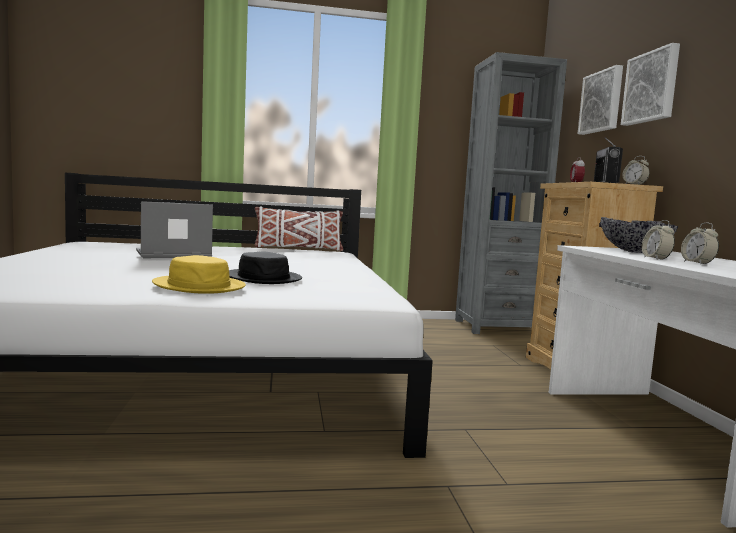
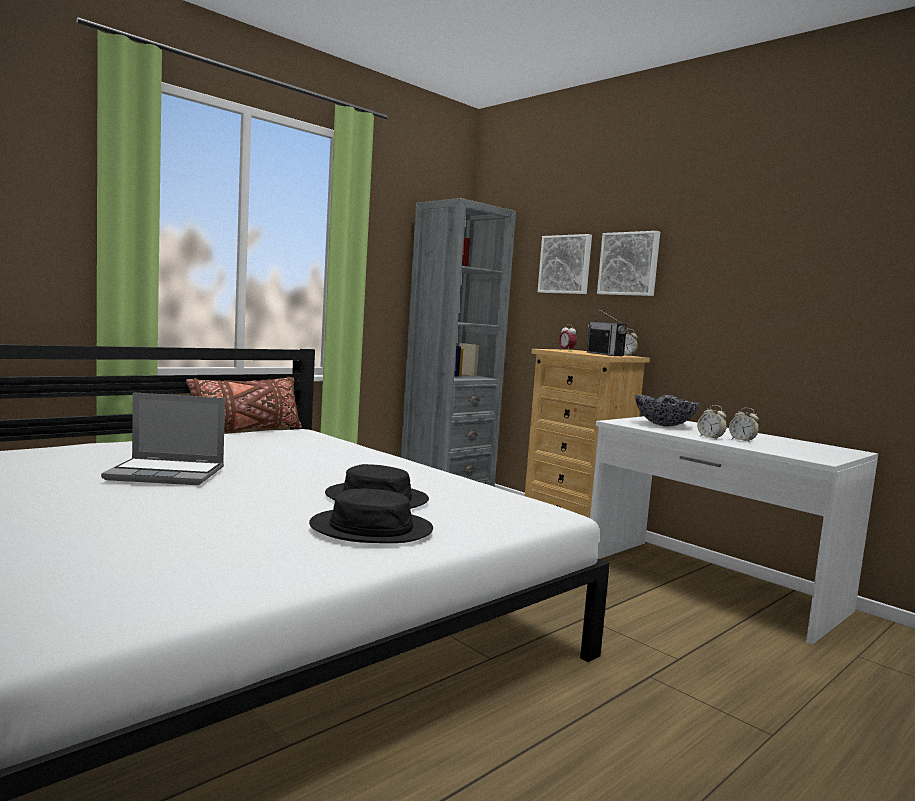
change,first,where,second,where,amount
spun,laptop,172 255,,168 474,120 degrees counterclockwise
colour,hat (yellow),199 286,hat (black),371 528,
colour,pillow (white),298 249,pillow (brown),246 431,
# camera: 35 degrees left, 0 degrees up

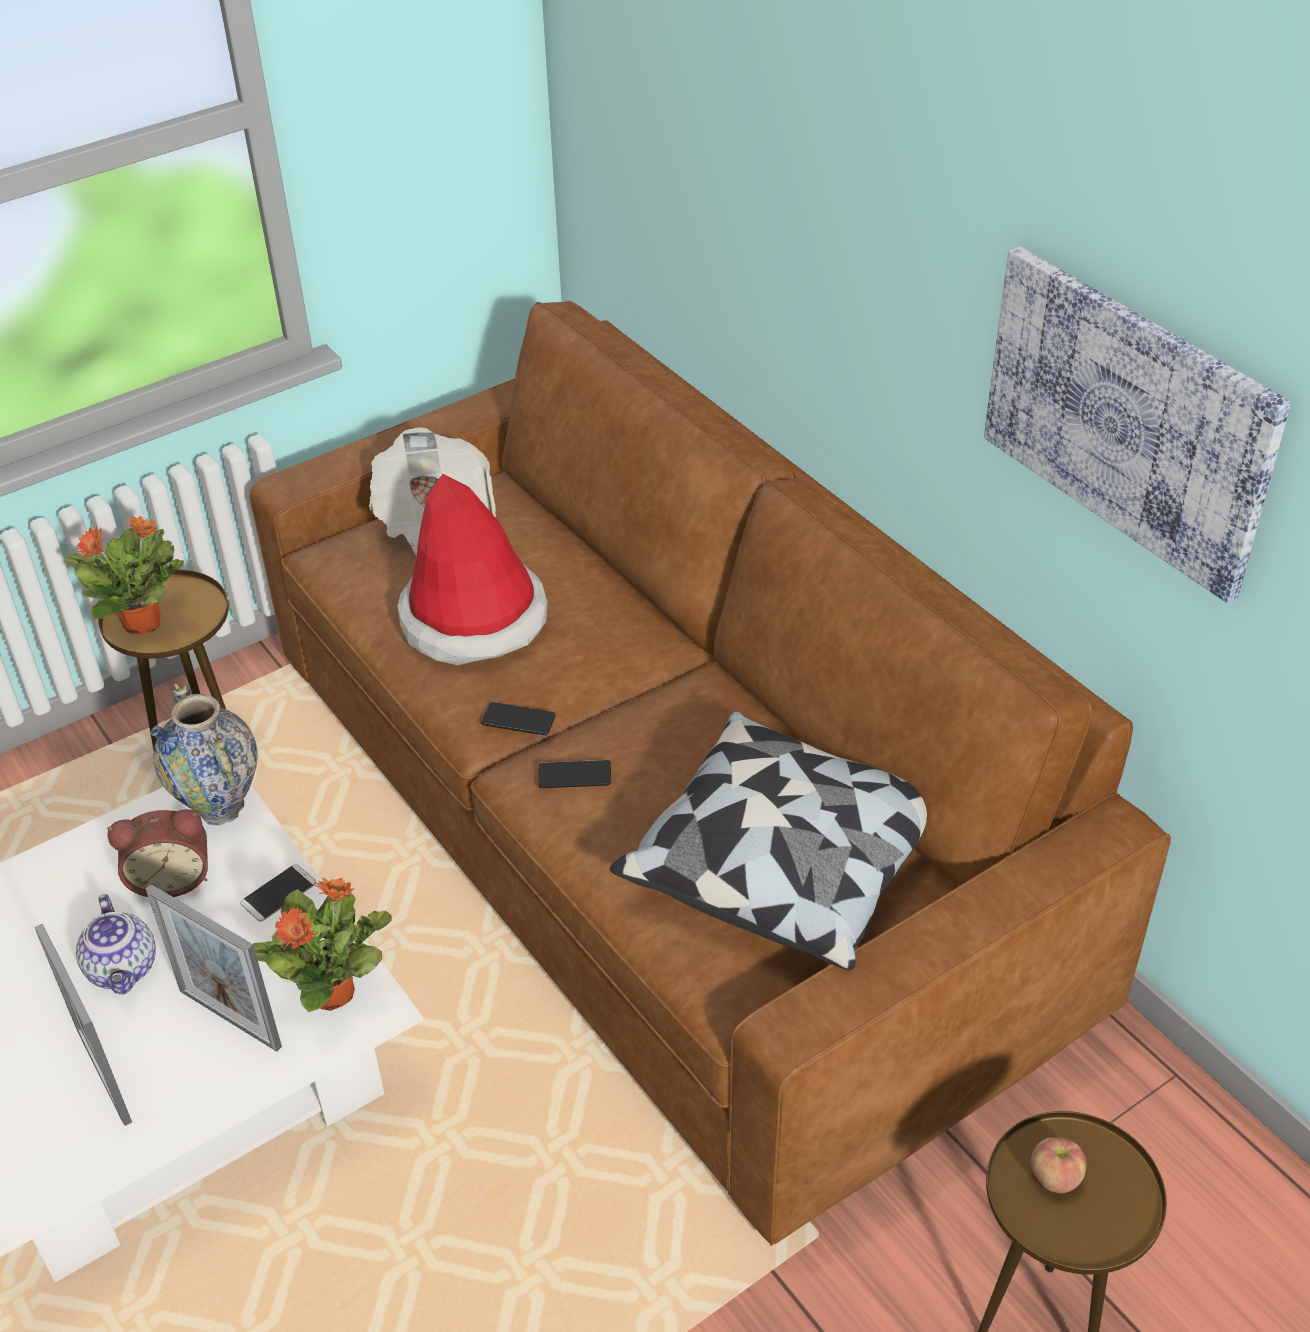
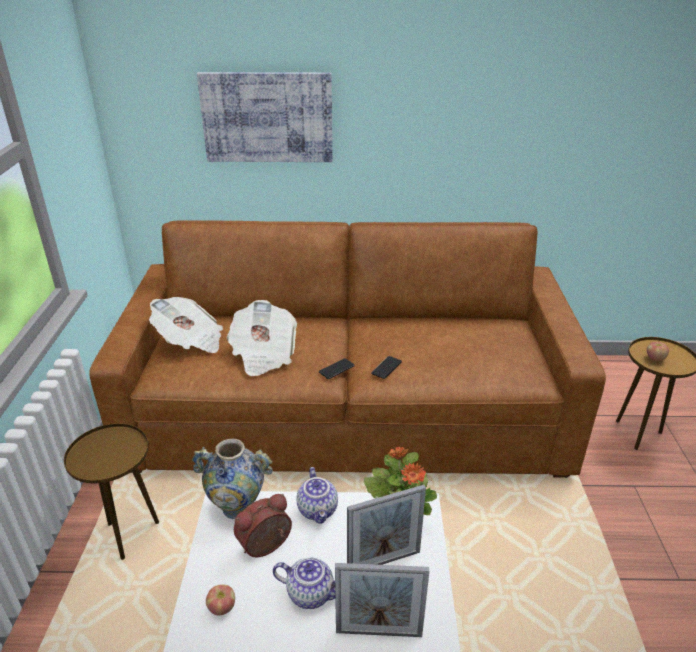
change,first,where,second,where,amount
missing,potted plant,144 622,,,
spun,alarm clock,171 878,,266 547,150 degrees counterclockwise
exchanged,phone,278 893,teapot,318 510,
exchanged,hat,474 619,newspaper,263 354,
missing,pillow,783 863,,,
relocated,picture,1128 418,,267 117,
appeared,,,apple,222 608,
# camera: 55 degrees left, 10 degrees down

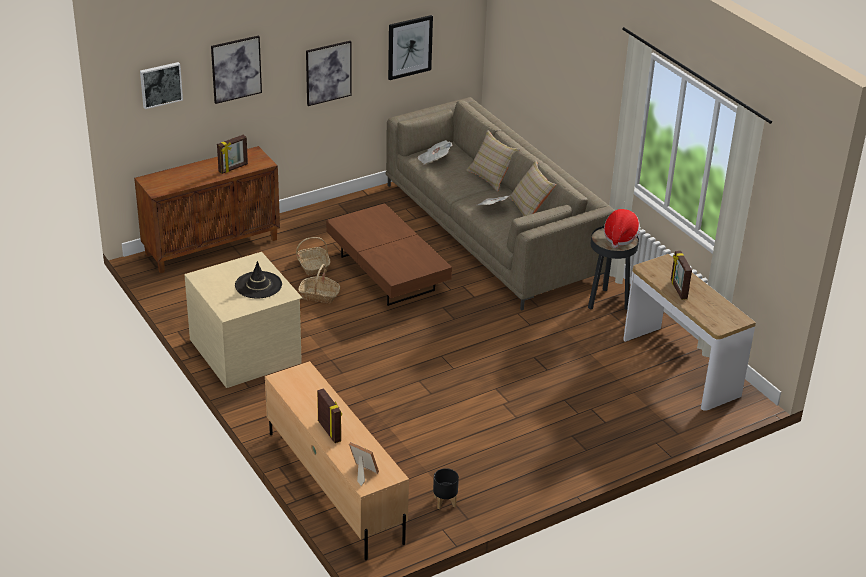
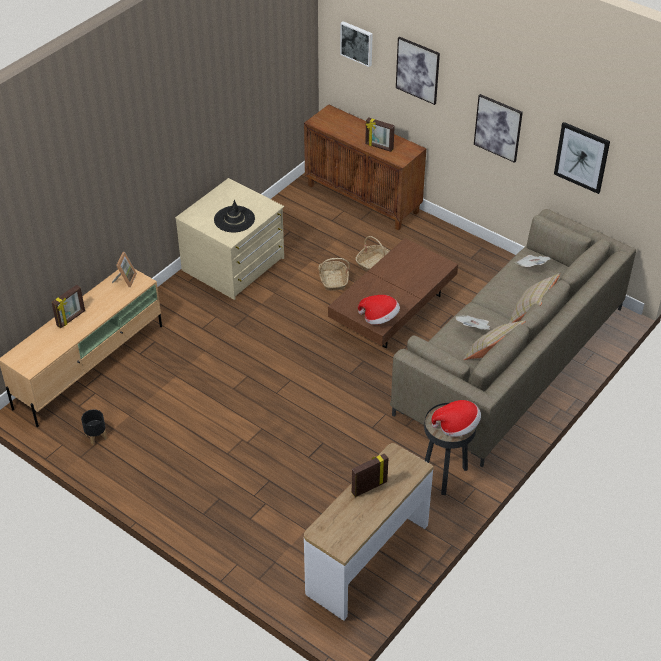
change,first,where,second,where,amount
relocated,picture frame,362 473,,125 279,
appeared,,,hat,379 318,
# camera: 70 degrees right, 10 degrees up

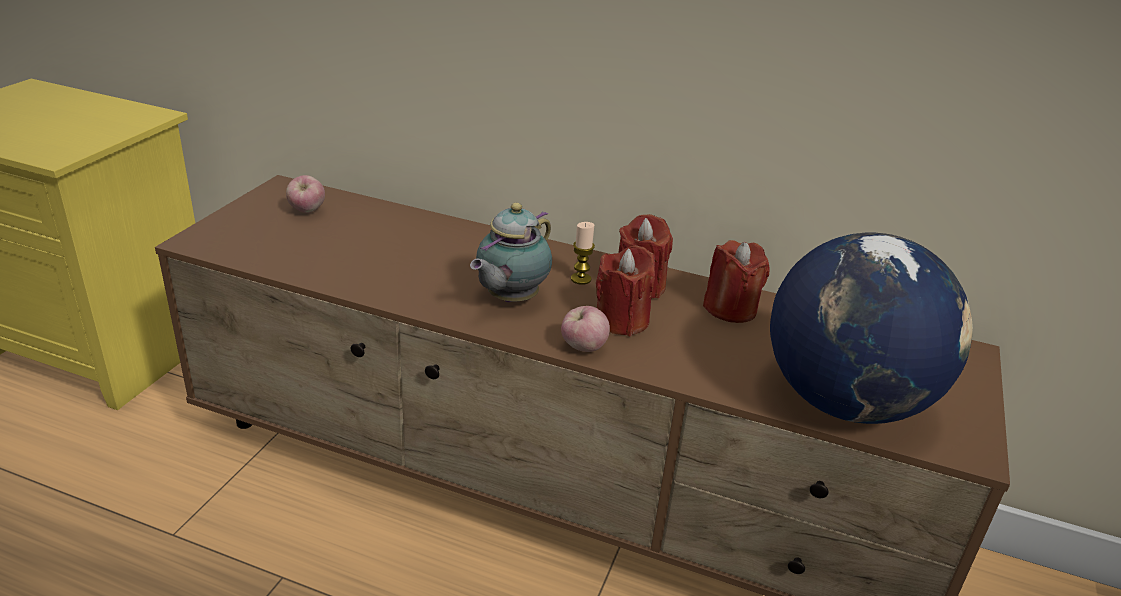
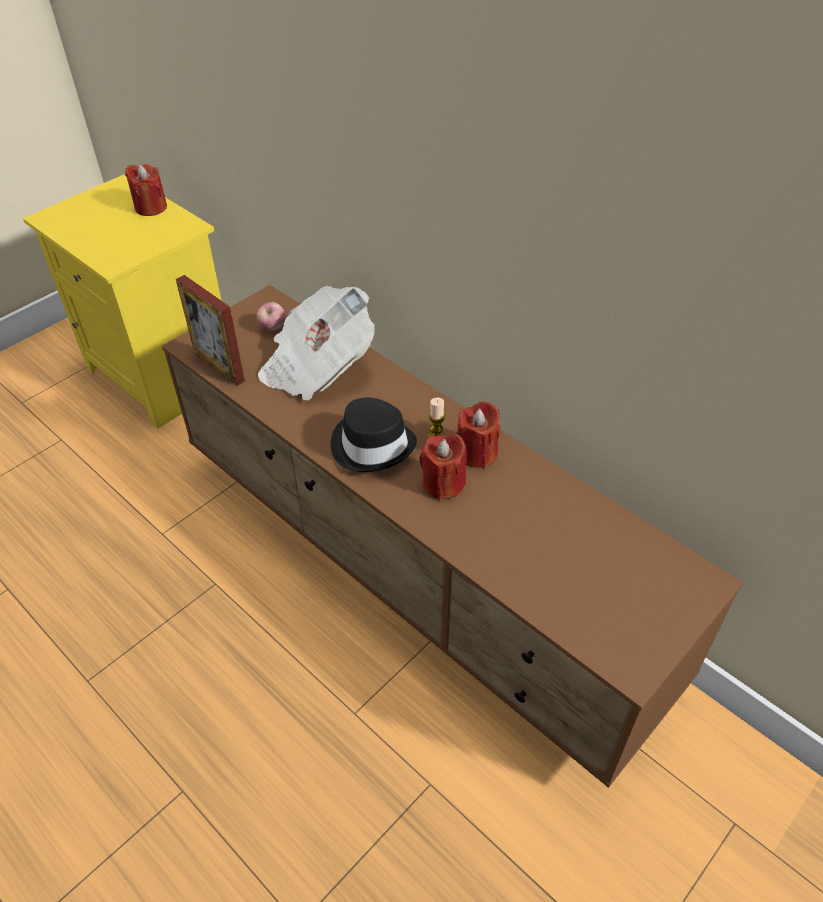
change,first,where,second,where,amount
exchanged,teapot,509 299,hat (black),372 445,
missing,apple,583 348,,,
relocated,candle (red),730 309,,151 207,
missing,globe,846 401,,,
appeared,,,picture frame,219 366,
appeared,,,newspaper,317 366,
# camera: 25 degrees right, 15 degrees up

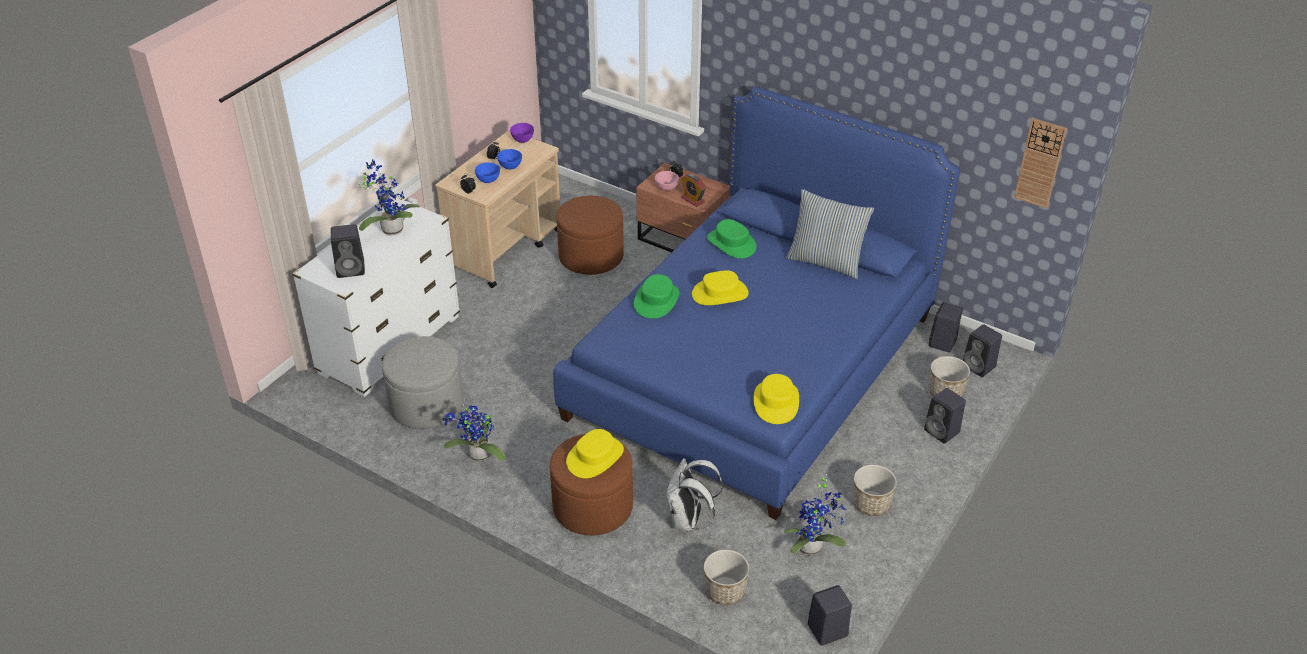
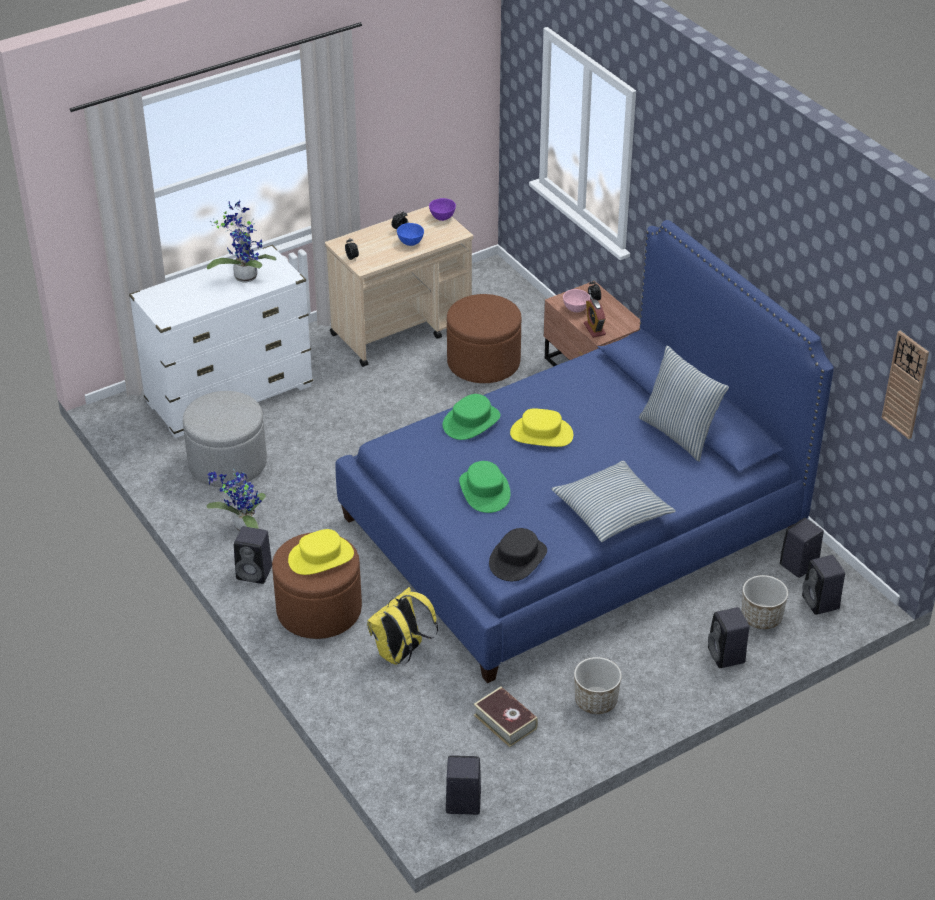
change,first,where,second,where,amount
relocated,speaker (black),352 269,,255 573,
missing,bowl (blue),488 180,,,
colour,backpack (white),688 520,backpack (yellow),401 654,
missing,planter,724 591,,,
relocated,hat (green),731 243,,485 491,
colour,hat (yellow),776 402,hat (black),517 559,
exchanged,potted plant,813 547,book,505 722,
appeared,,,pillow,611 510,
# camera: 25 degrees right, 0 degrees up

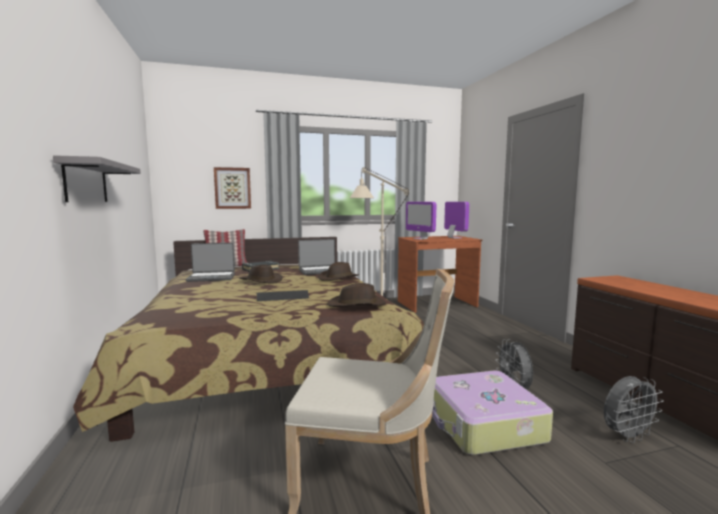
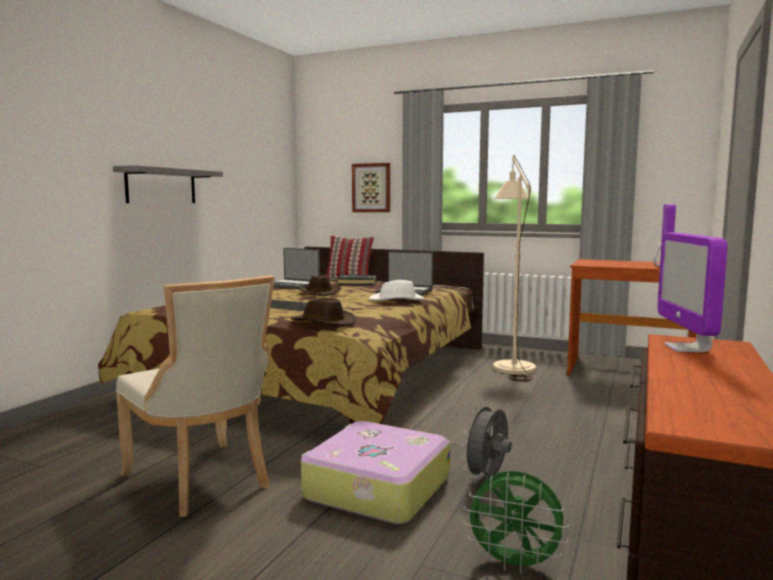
change,first,where,second,where,amount
colour,hat (brown),338 278,hat (white),397 300,
relocated,monitor,420 238,,687 348,
colour,fan (grey),627 436,fan (green),515 564,
# camera: 40 degrees right, 0 degrees up

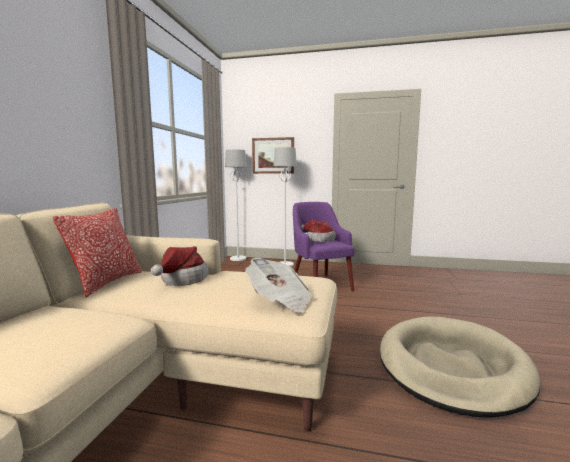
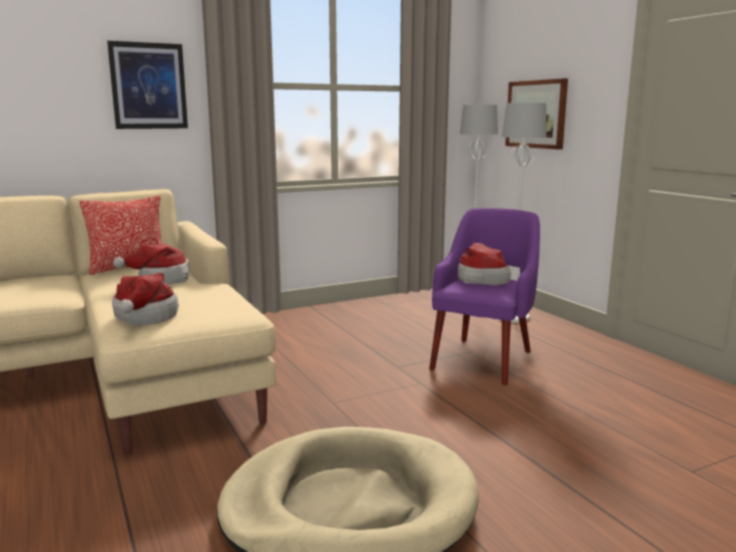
change,first,where,second,where,amount
exchanged,newspaper,280 301,hat,144 317,
appeared,,,picture,148 86,
# camera: 50 degrees right, 5 degrees up

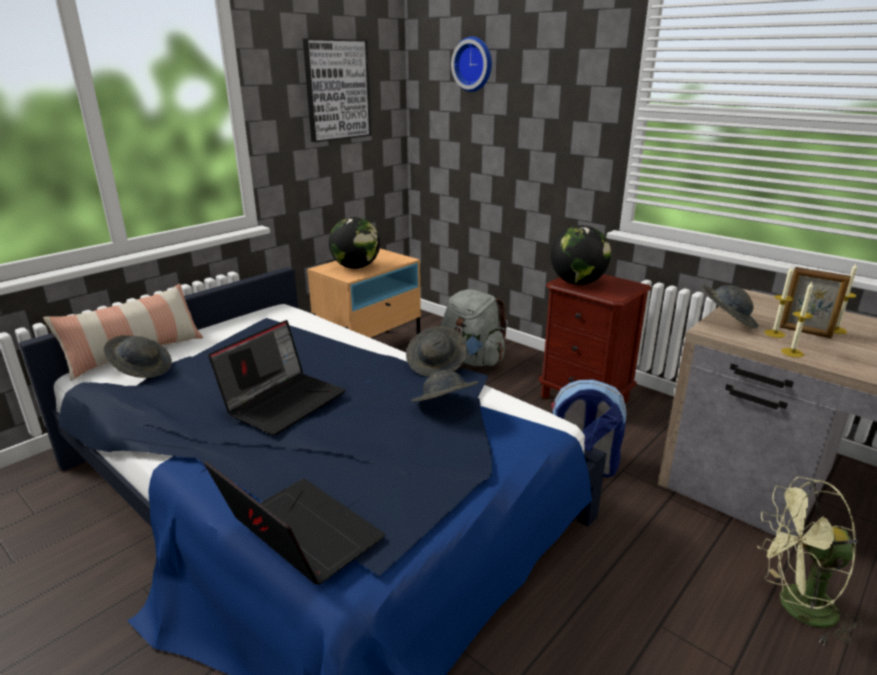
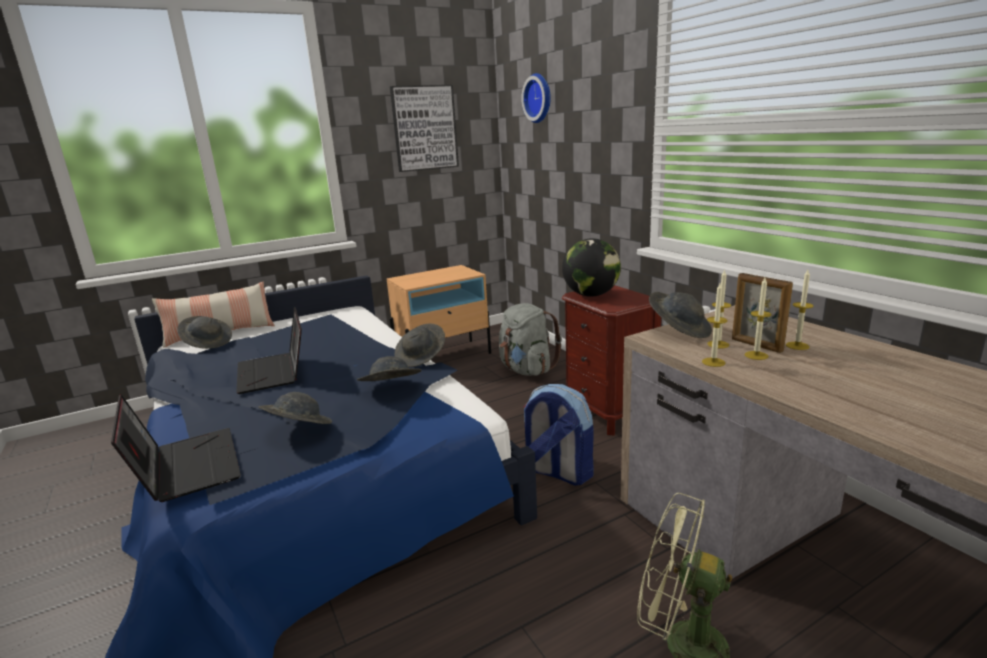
change,first,where,second,where,amount
spun,laptop,284 401,,274 373,105 degrees clockwise
missing,globe,356 267,,,
appeared,,,hat (grey),298 429,
appeared,,,candle,756 355,
# camera: 20 degrees right, 5 degrees down

